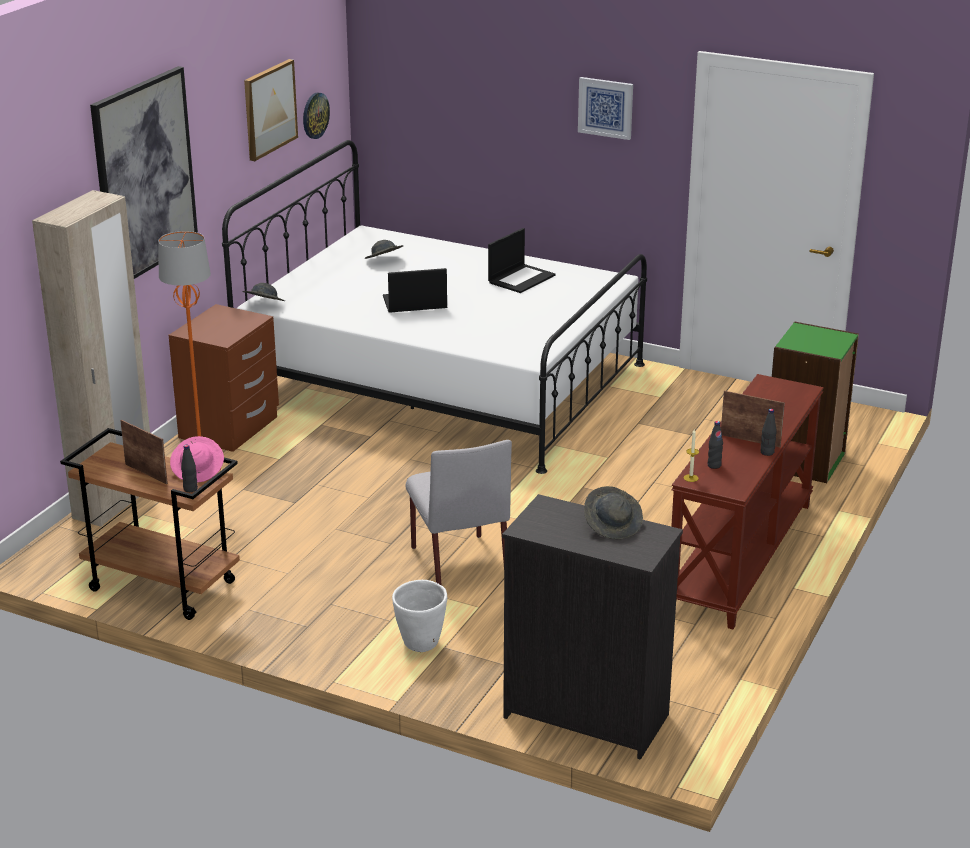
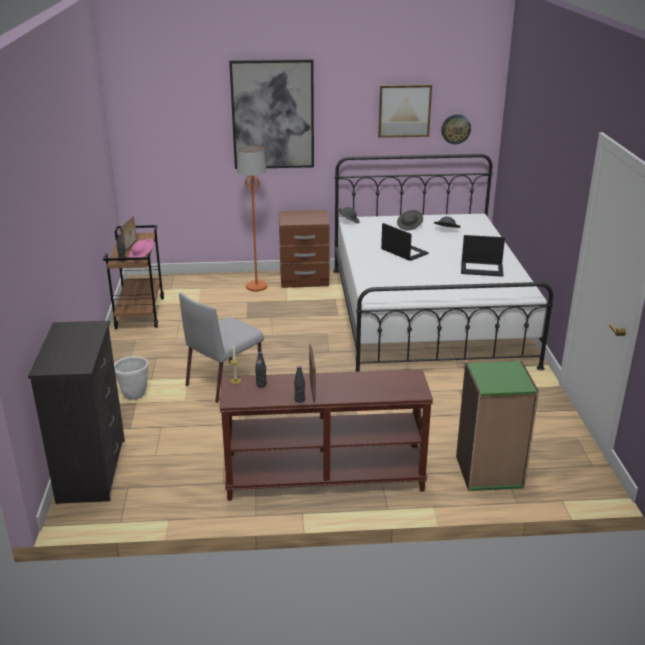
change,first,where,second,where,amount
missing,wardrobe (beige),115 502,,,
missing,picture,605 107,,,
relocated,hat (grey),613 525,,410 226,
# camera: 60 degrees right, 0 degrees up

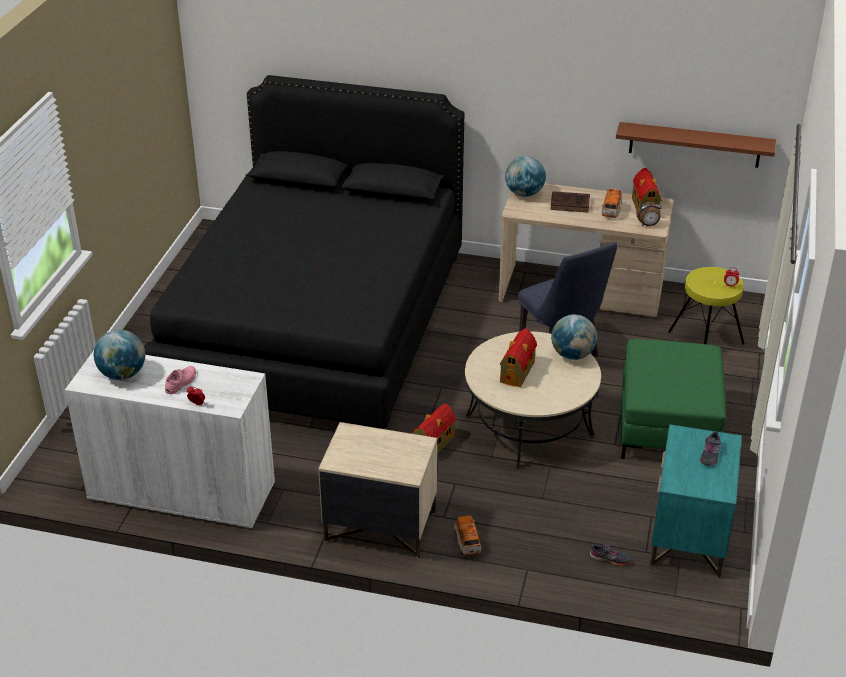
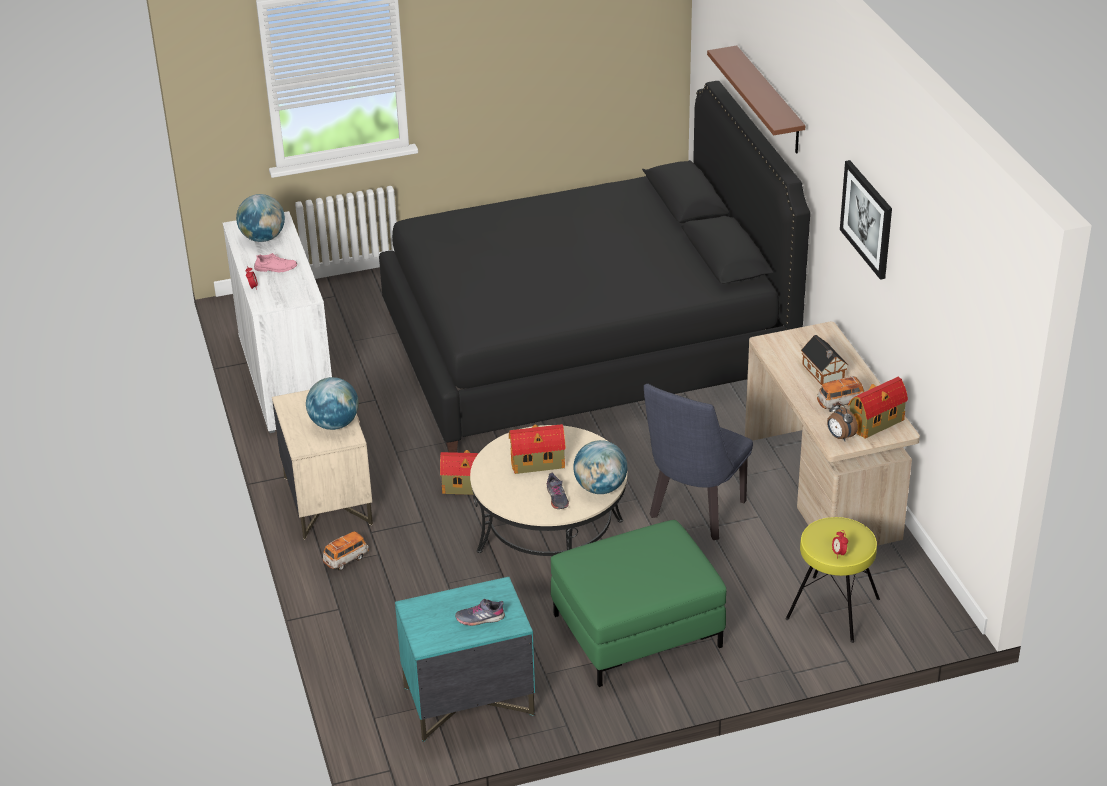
change,first,where,second,where,amount
relocated,globe,524 193,,334 424,
exchanged,book (brown),571 204,toy house,823 372,
relocated,shoe (grey),610 559,,557 498,
relocated,shelf (brown),694 145,,769 101,
appeared,,,picture,867 218,
# camera: 60 degrees right, 0 degrees up

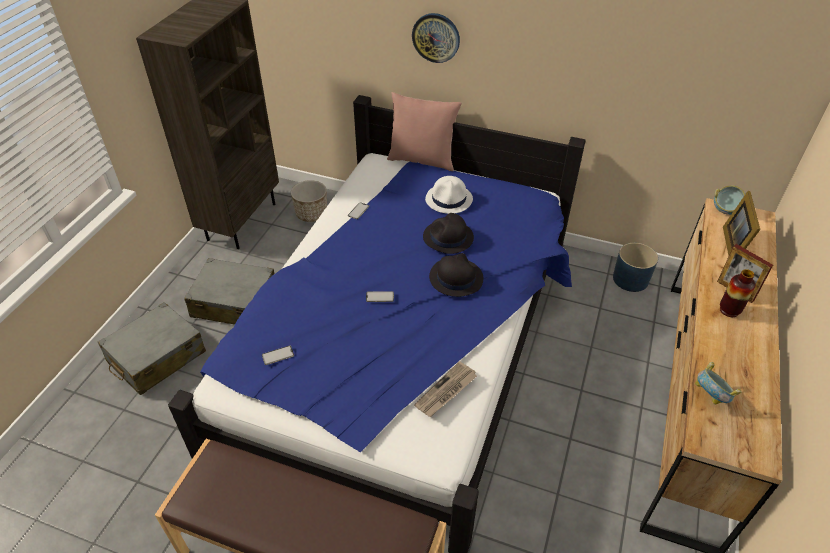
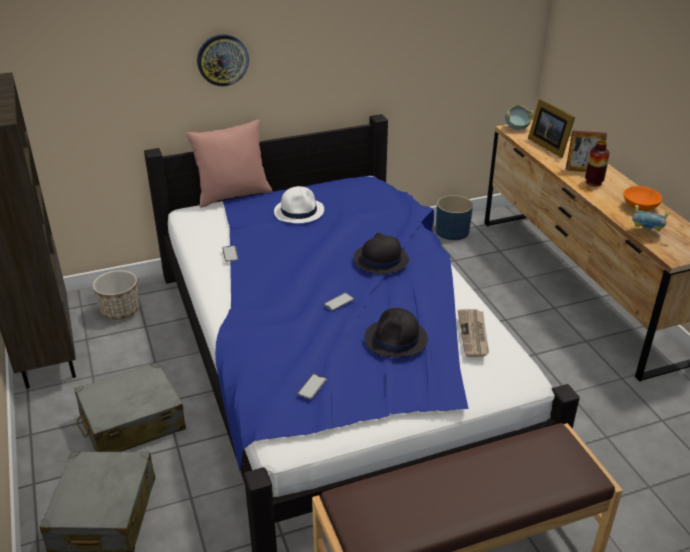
change,first,where,second,where,amount
relocated,hat (black),448 238,,396 339,
appeared,,,bowl (orange),640 206,
# camera: 40 degrees left, 10 degrees down

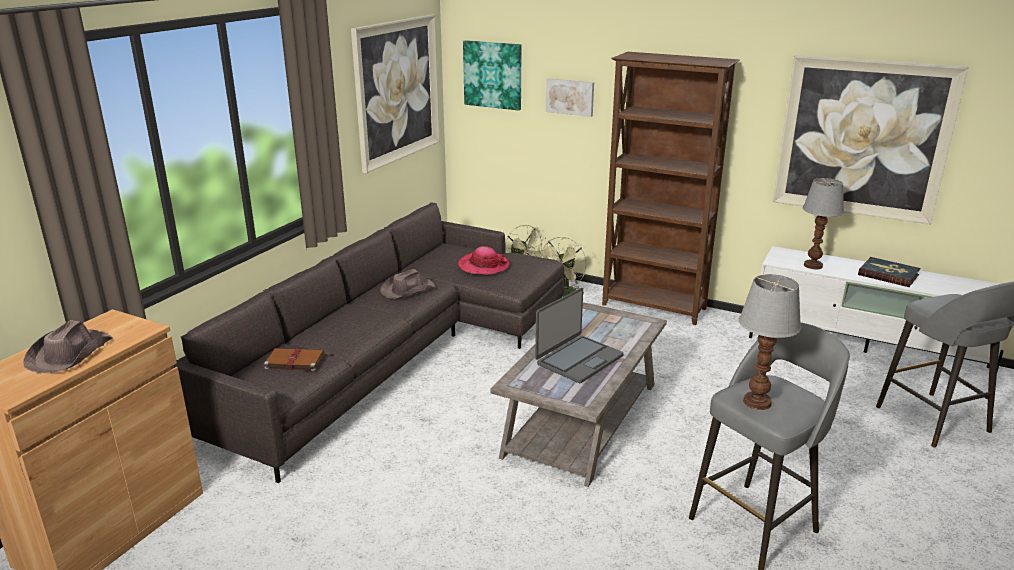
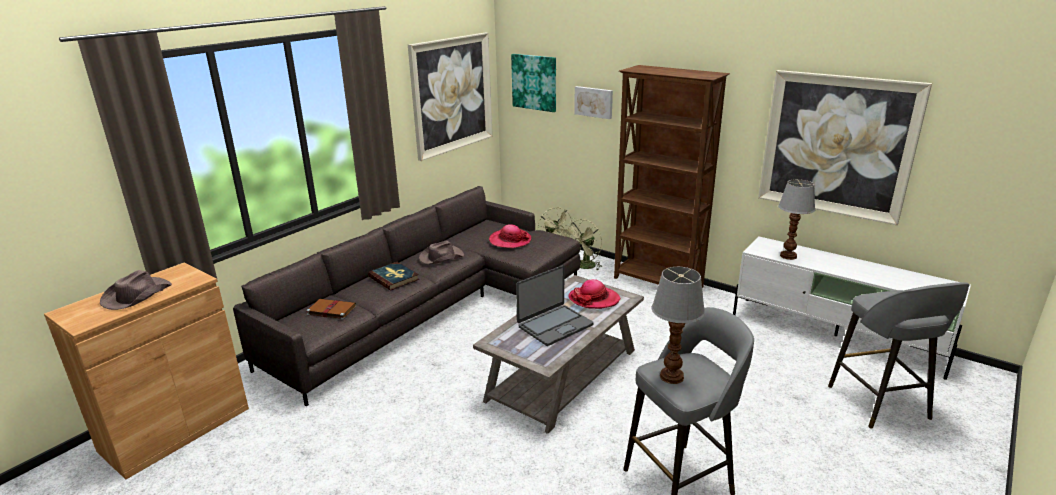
change,first,where,second,where,amount
relocated,book,888 274,,394 278,
appeared,,,hat,594 299,
# camera: 10 degrees right, 0 degrees up

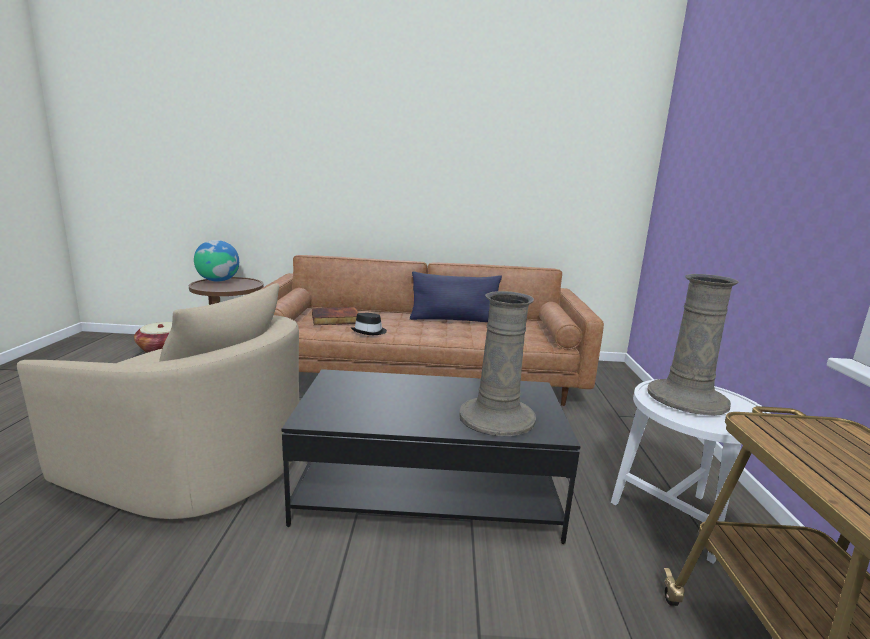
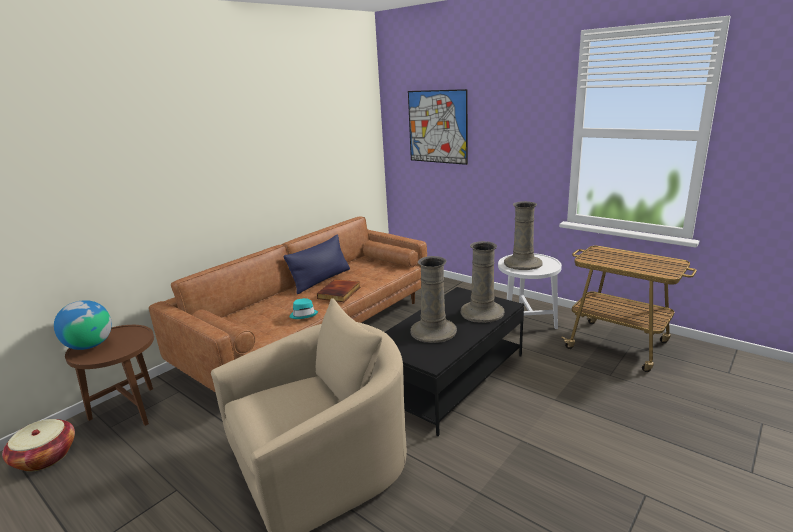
change,first,where,second,where,amount
relocated,book,335 319,,340 293,
colour,hat (black),369 331,hat (turquoise),304 314,
appeared,,,picture,437 127,
appeared,,,vase (beige),433 331,
# camera: 50 degrees left, 5 degrees up

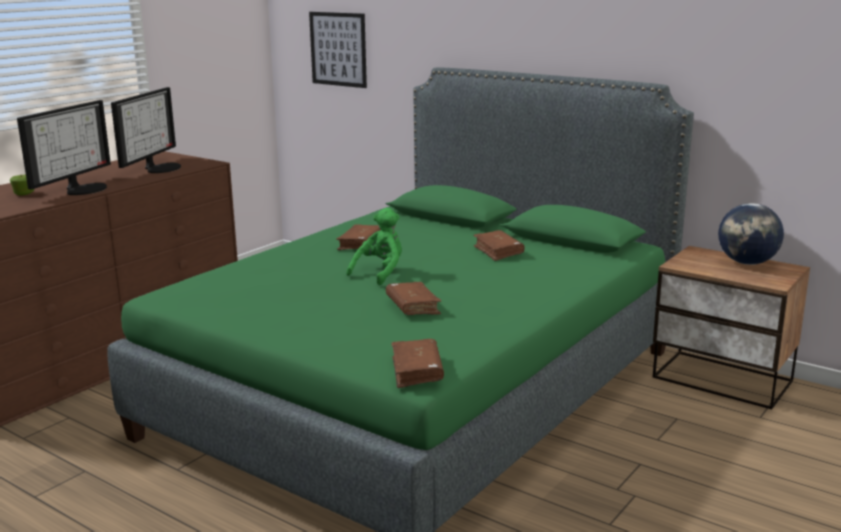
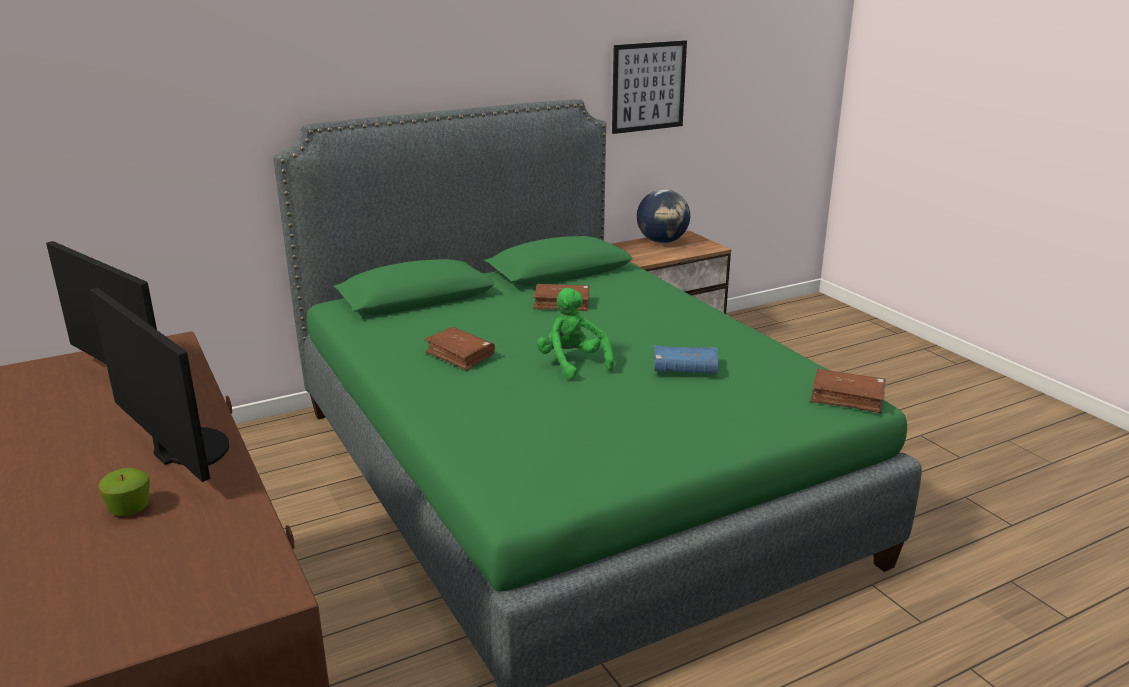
change,first,where,second,where,amount
relocated,picture,338 49,,648 86,
colour,book (brown),413 307,book (blue),685 369,
# camera: 65 degrees left, 5 degrees up

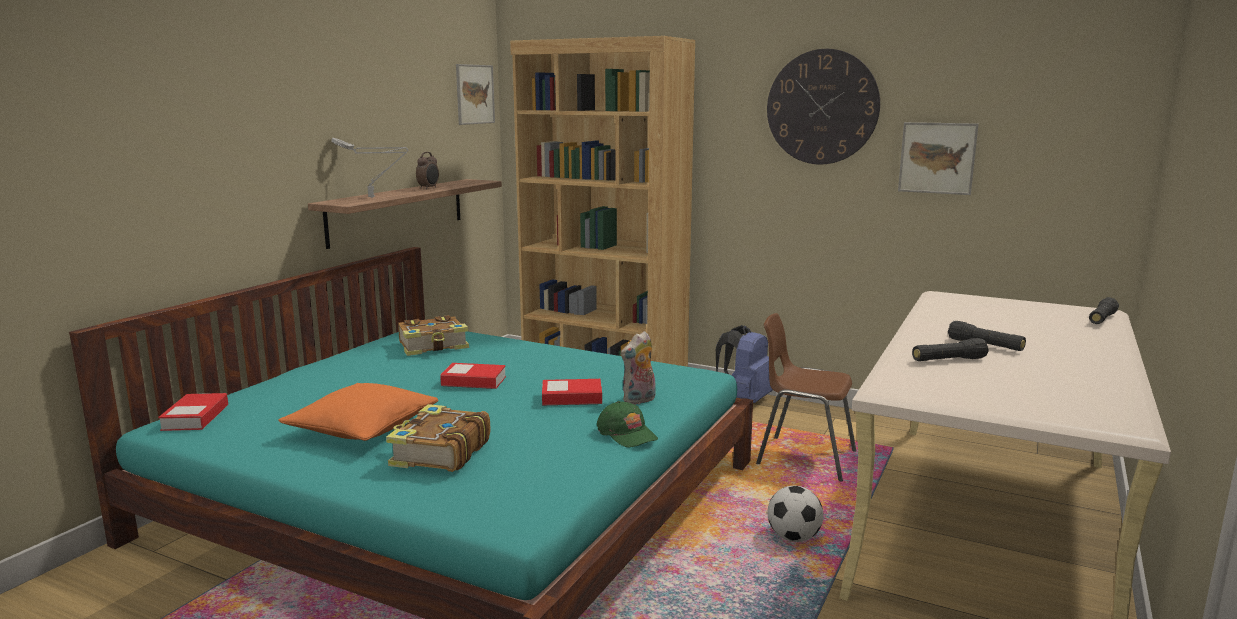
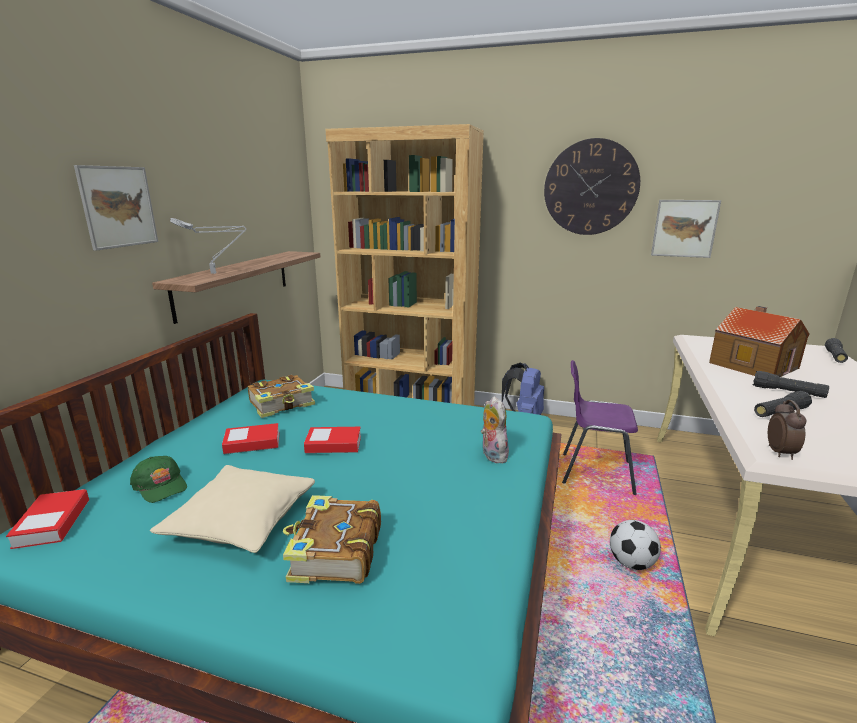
change,first,where,second,where,amount
colour,pillow (orange),363 428,pillow (beige),242 521,
relocated,alarm clock,429 188,,781 453,
relocated,picture,475 94,,118 207,
relocated,book,572 398,,252 443,
relocated,cap (green),627 434,,160 485,
spun,plush toy,639 400,,492 455,120 degrees clockwise
colour,chair (brown),803 457,chair (purple),594 472,
appeared,,,toy house,753 365,
# camera: 10 degrees left, 5 degrees up

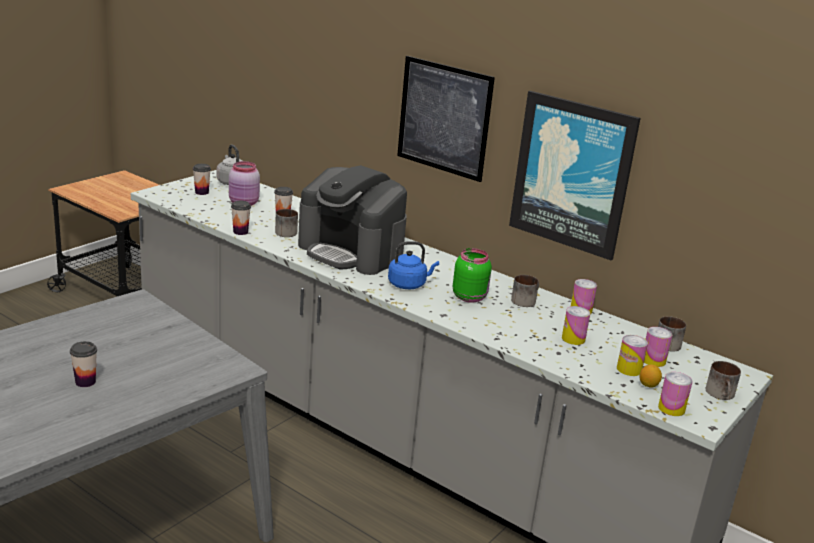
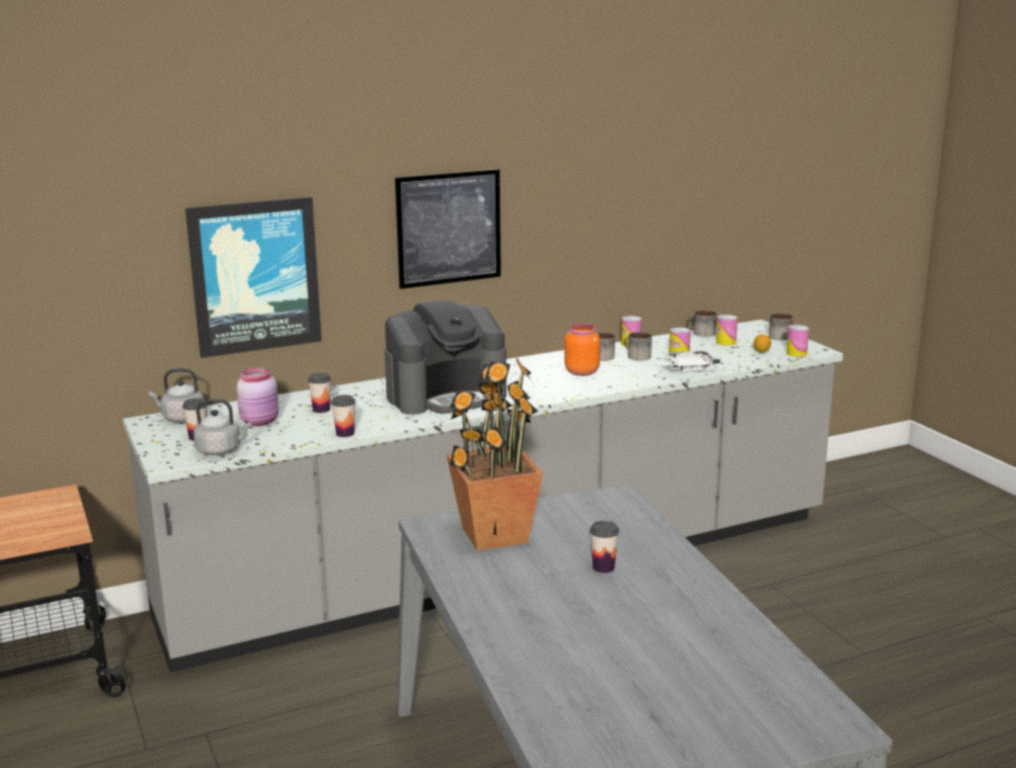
change,first,where,second,where,amount
relocated,mug,286 231,,636 356,
missing,kettle (blue),409 284,,,
colour,jar (green),470 297,jar (orange),581 372,
relocated,picture,572 174,,255 276,
missing,can,629 369,,,
appeared,,,kettle (grey),221 450,
appeared,,,potted plant,493 534,
appeared,,,tray (white),688 368,
# camera: 60 degrees left, 5 degrees down

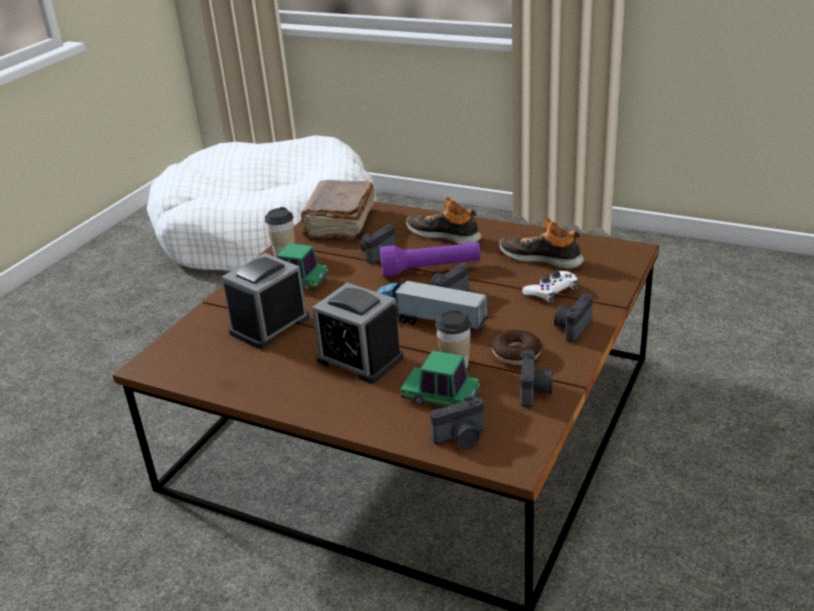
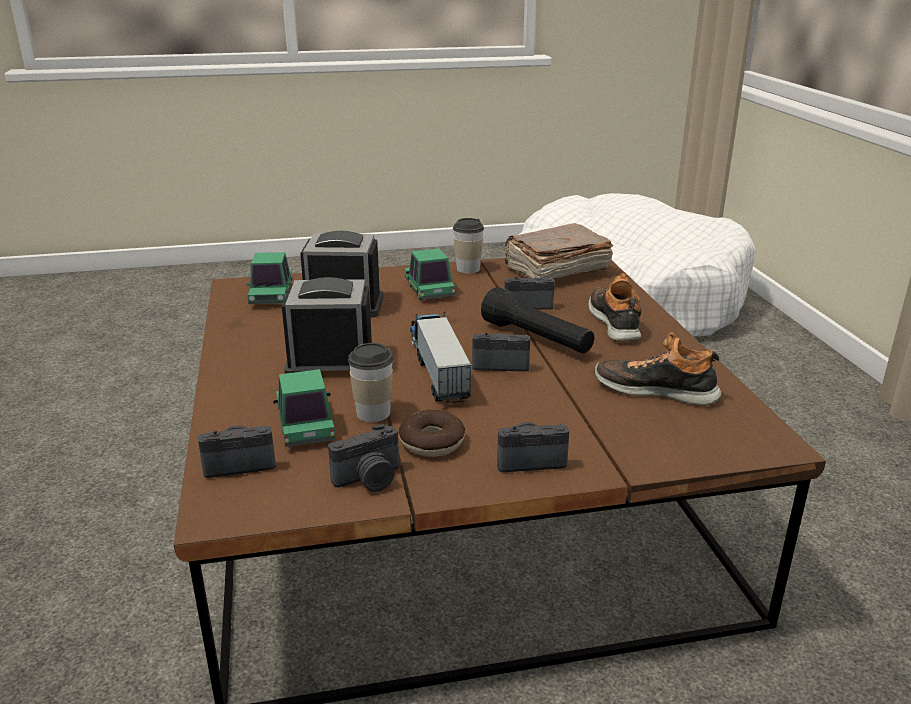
change,first,where,second,where,amount
spun,alarm clock,360 359,,331 362,90 degrees clockwise
colour,flashlight (purple),431 269,flashlight (black),537 339,
spun,photo camera,461 438,,240 463,135 degrees clockwise
spun,shoe,541 258,,656 390,60 degrees counterclockwise
missing,game controller (white),551 291,,,
appeared,,,toy car,271 295,
# camera: 50 degrees right, 5 degrees down

